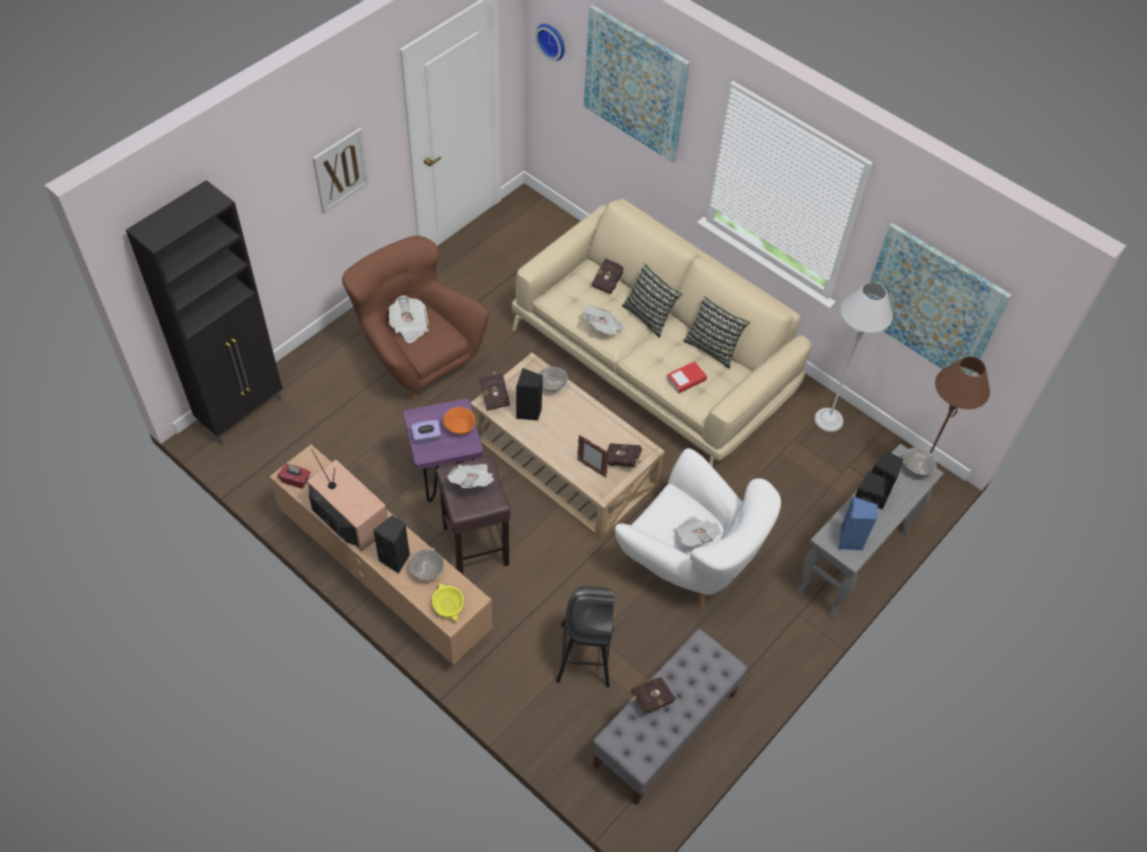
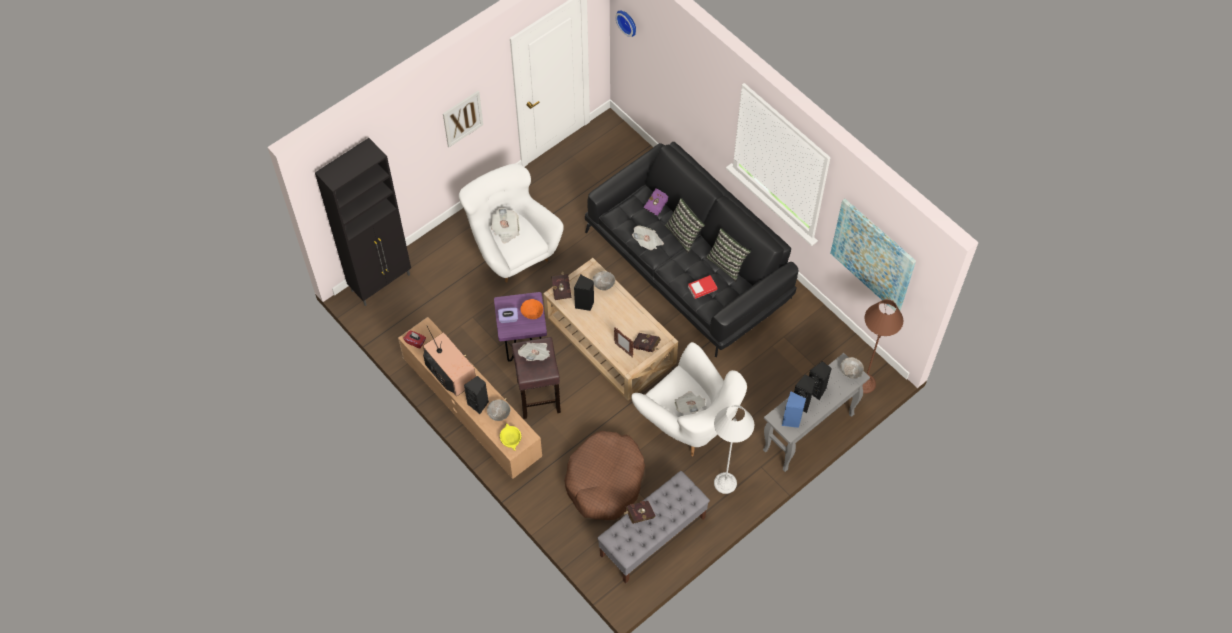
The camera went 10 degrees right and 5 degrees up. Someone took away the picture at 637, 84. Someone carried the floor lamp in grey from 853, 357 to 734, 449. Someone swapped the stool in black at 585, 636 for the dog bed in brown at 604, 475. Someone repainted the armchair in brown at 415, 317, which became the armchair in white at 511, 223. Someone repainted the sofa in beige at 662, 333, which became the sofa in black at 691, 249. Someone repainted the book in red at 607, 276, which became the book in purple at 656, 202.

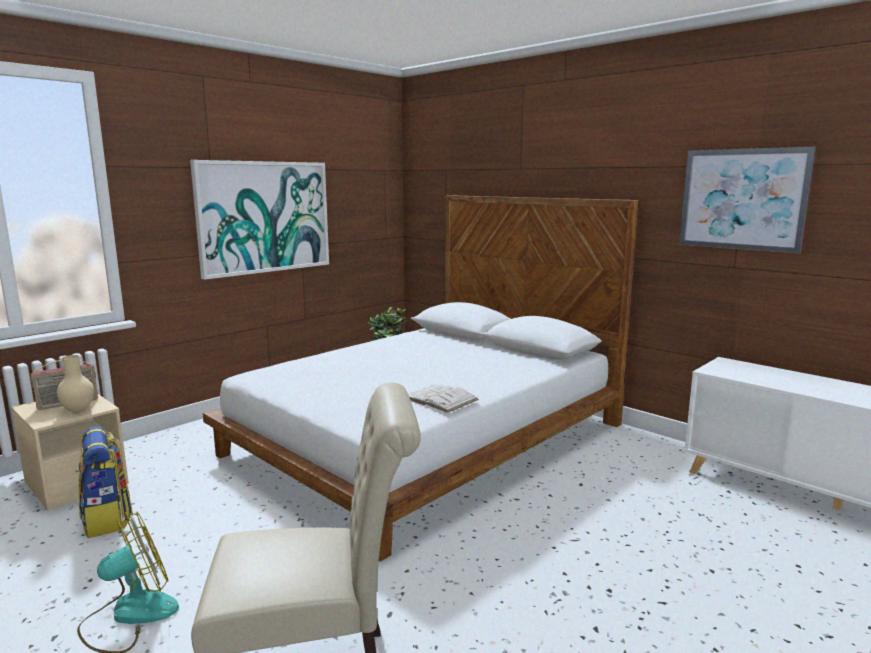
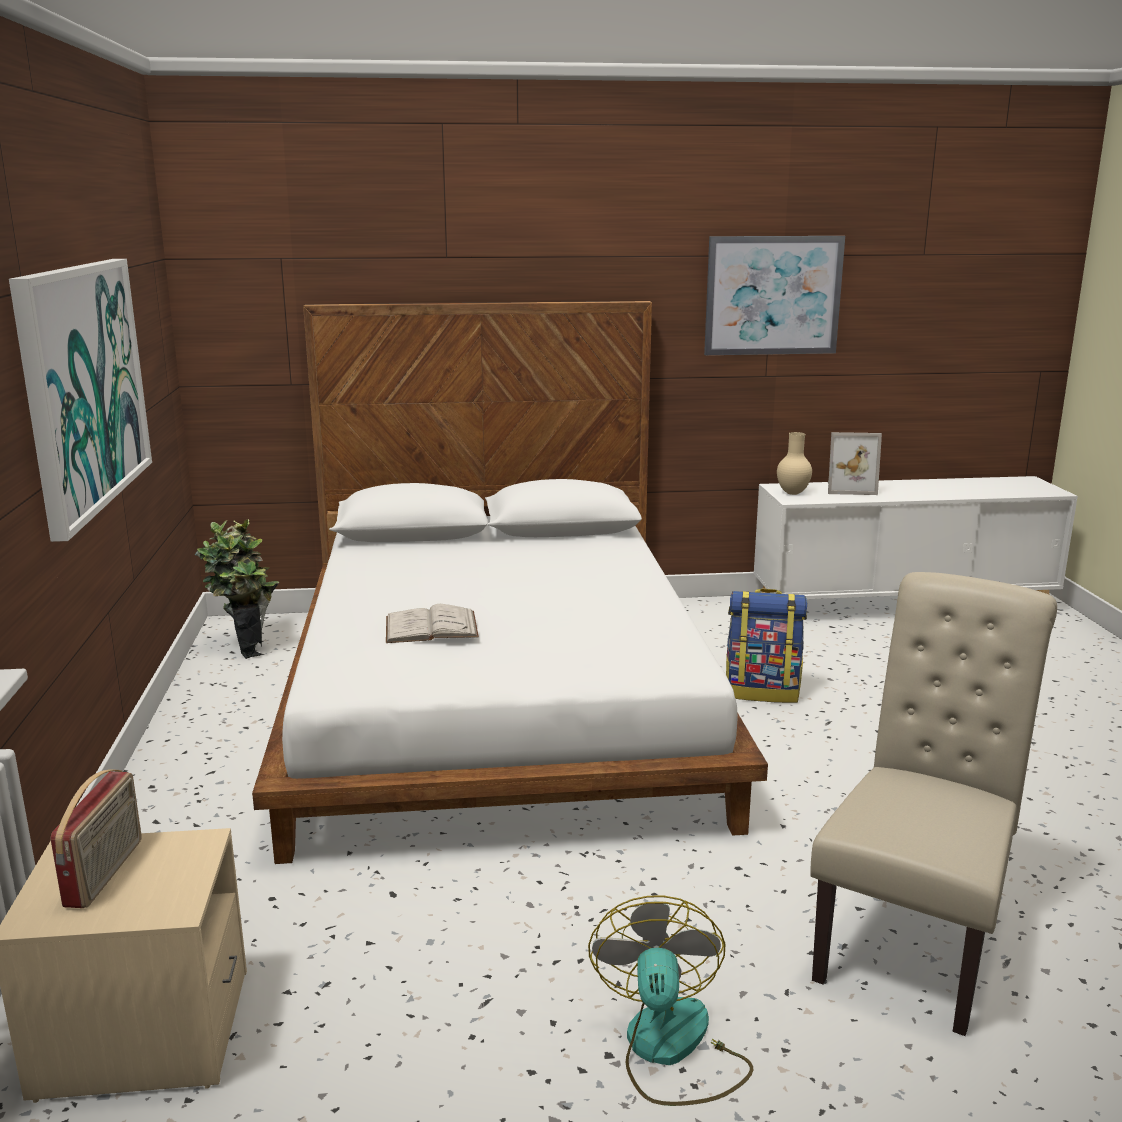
The camera went 50 degrees left and 5 degrees up. Someone put down the picture frame at 855, 463. Someone carried the vase in beige from 75, 383 to 794, 463. Someone carried the backpack from 105, 482 to 766, 646. Someone carried the book in white from 443, 399 to 432, 623.

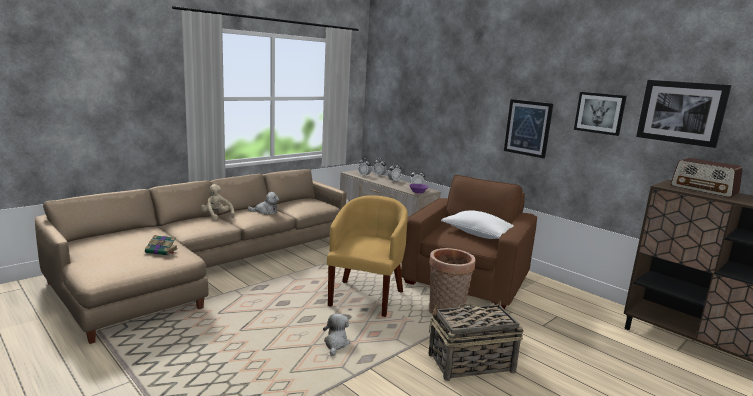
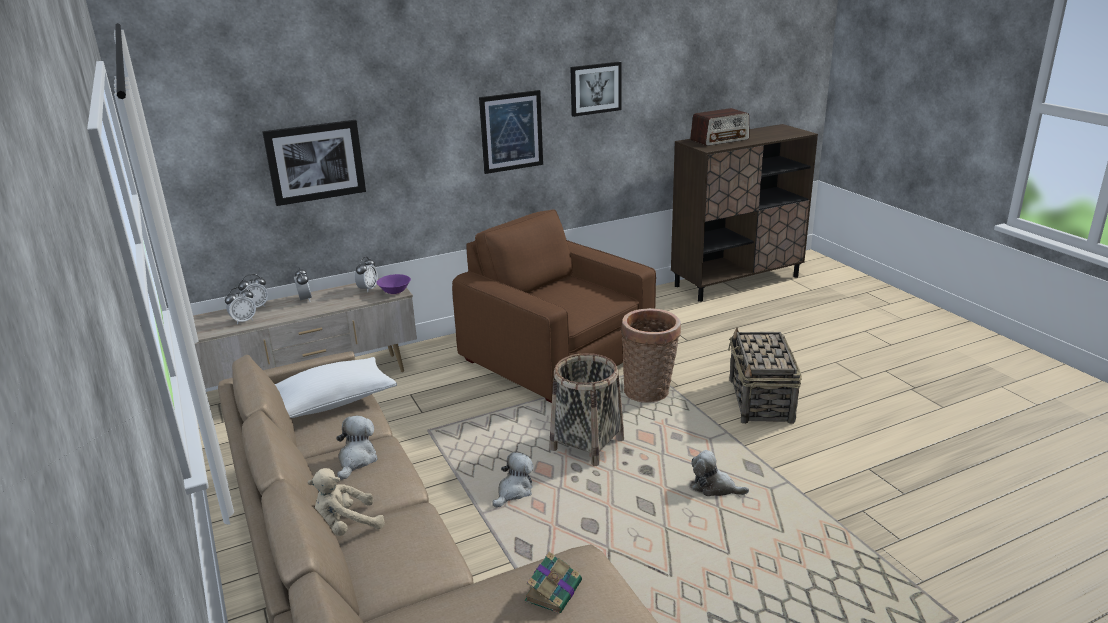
The camera went 70 degrees left and 10 degrees up. Someone put down the plush toy at 513, 480. Someone carried the pillow in white from 477, 224 to 336, 387. Someone carried the picture from 683, 114 to 314, 163. Someone swapped the armchair in yellow at 367, 256 for the basket at 587, 409.

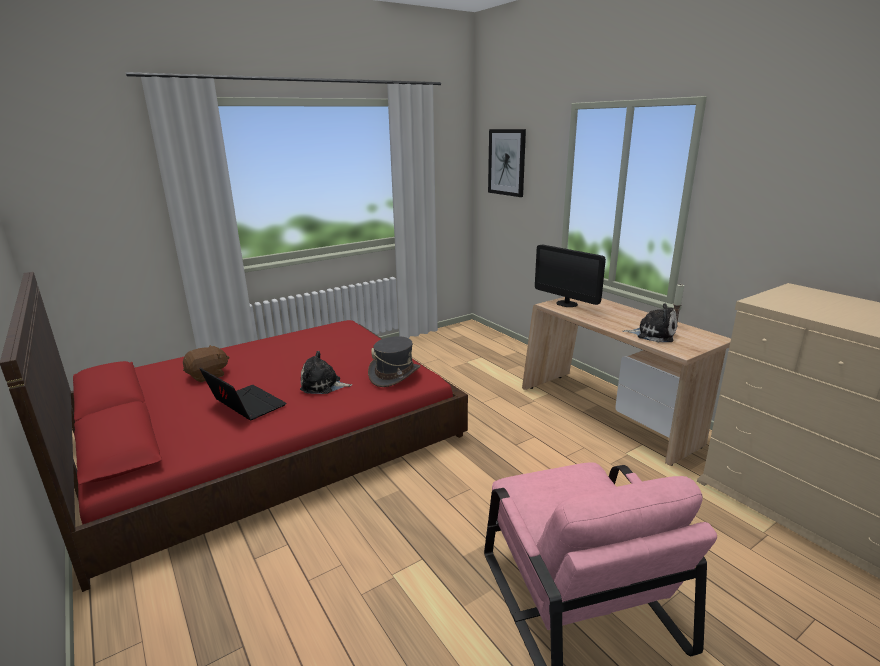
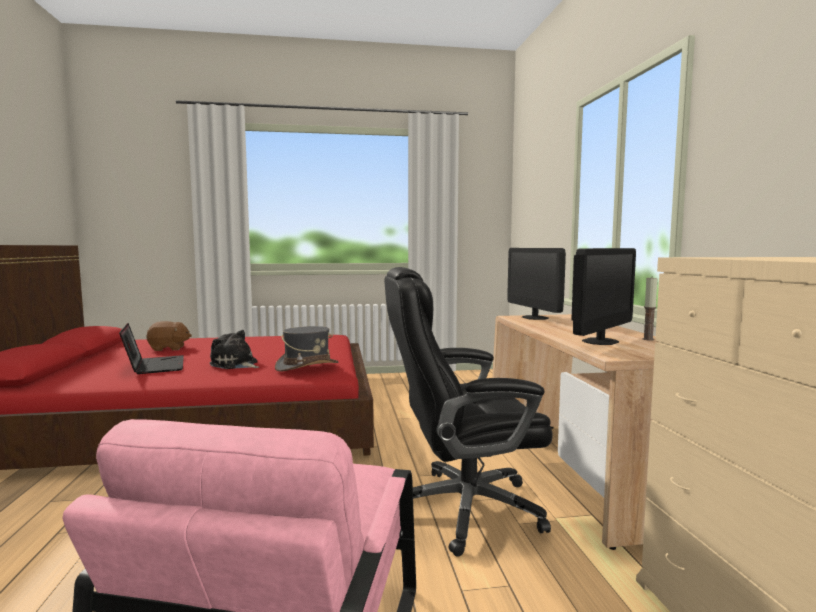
The camera went 25 degrees right and 15 degrees down. Someone took away the picture at 507, 163. Someone put down the office chair in black at 468, 412. Someone swapped the plush toy at 649, 323 for the monitor at 603, 296.

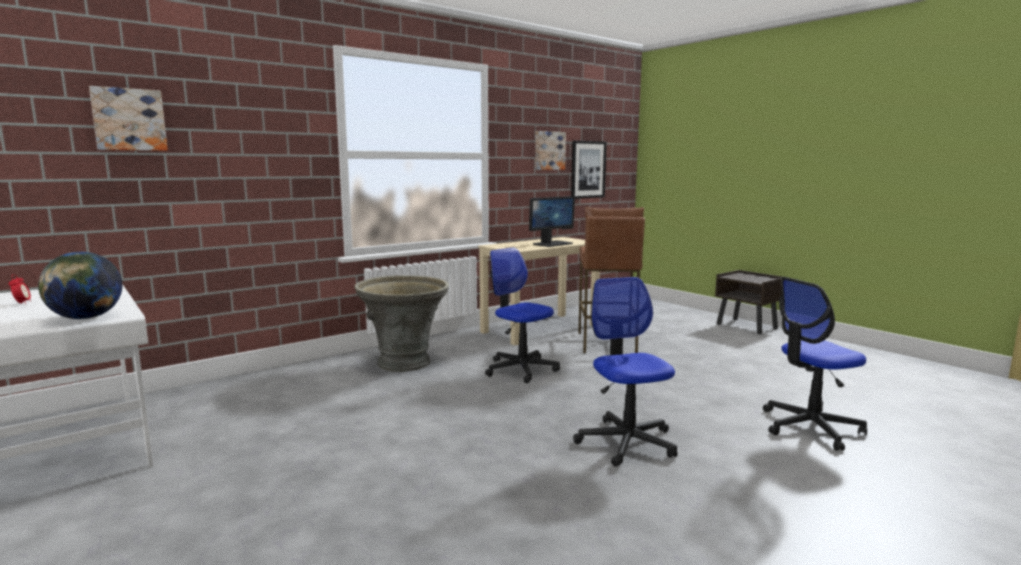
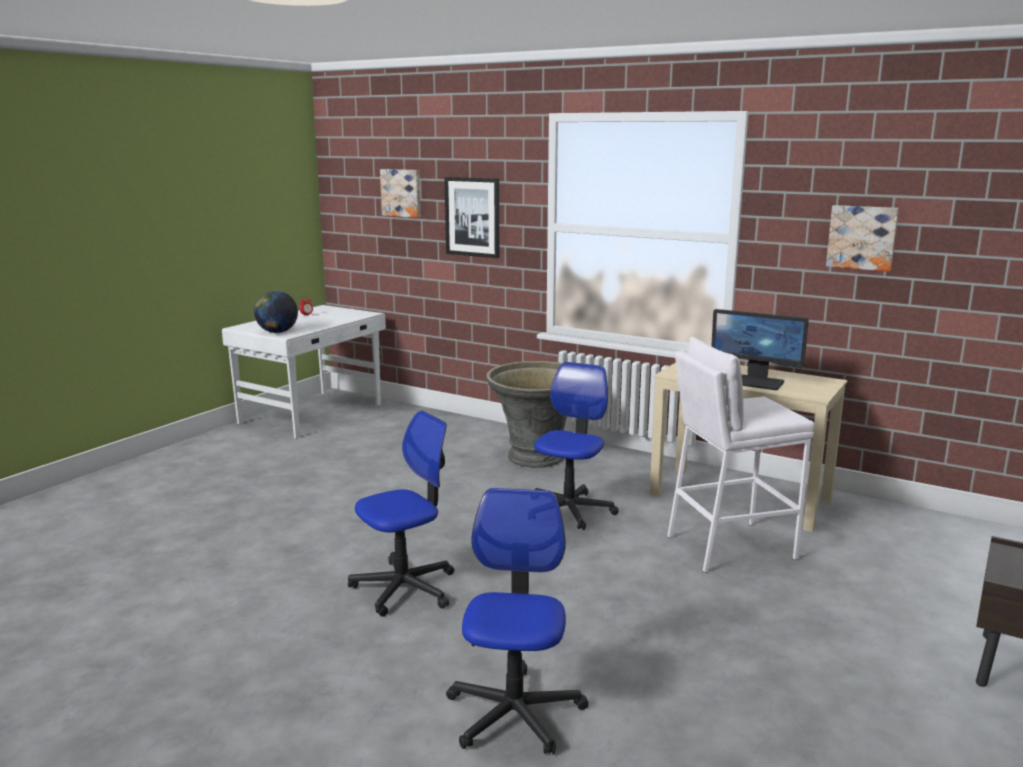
The camera went 70 degrees right and 5 degrees up. Someone carried the picture from 589, 169 to 471, 217. Someone repainted the stool in brown at 611, 280, which became the stool in white at 740, 455. Someone rotated the office chair at 815, 364 by 45 degrees clockwise.

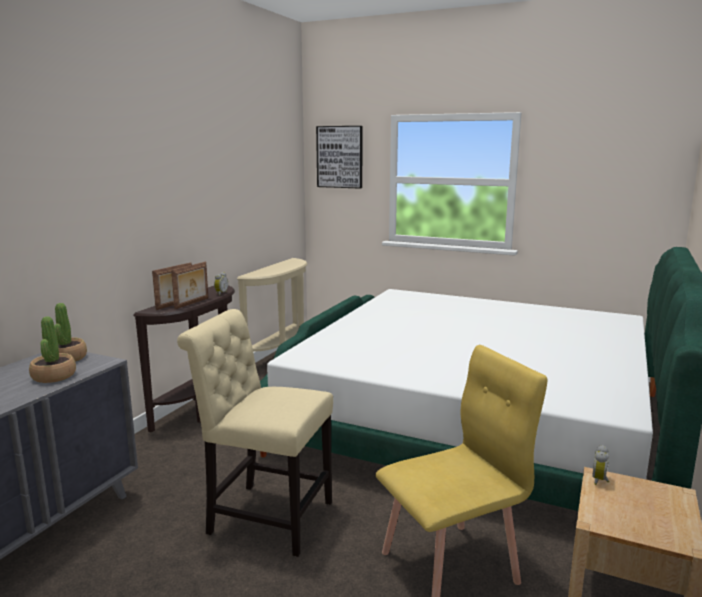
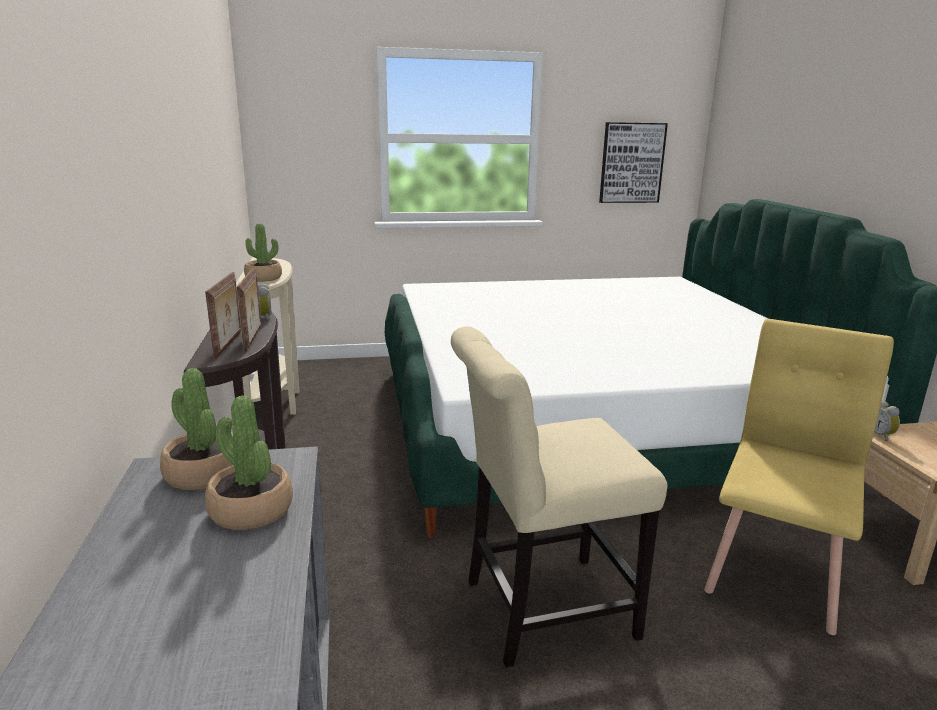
The camera went 35 degrees left and 5 degrees up. Someone put down the potted plant at 263, 252. Someone carried the picture from 339, 157 to 633, 162.

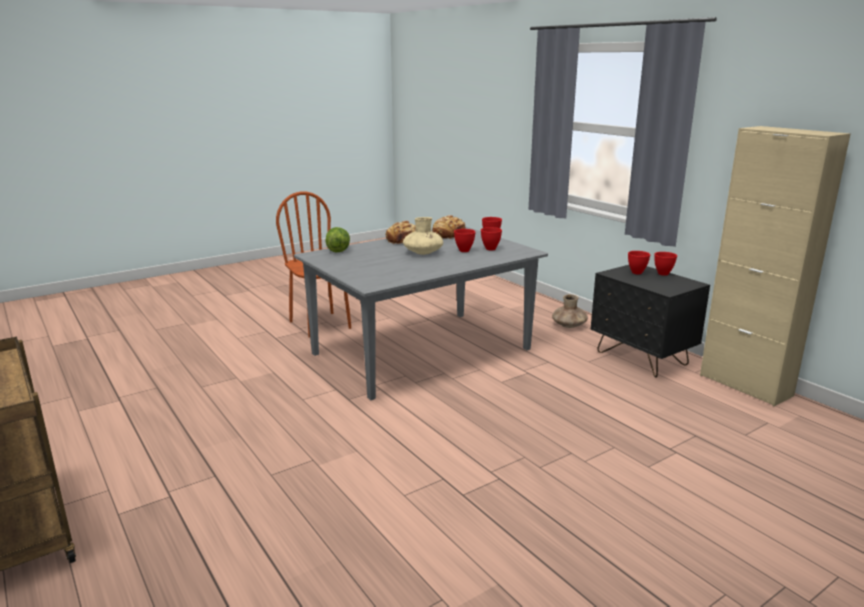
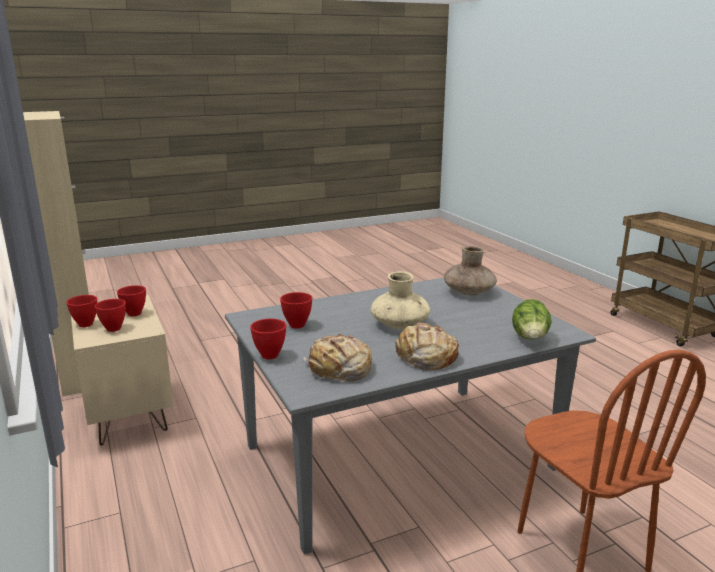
The camera went 170 degrees left and 0 degrees up. Someone carried the bowl in red from 464, 240 to 131, 300. Someone carried the vase in brown from 570, 311 to 470, 270. Someone repainted the nightstand in black at 650, 321, which became the nightstand in beige at 122, 370.

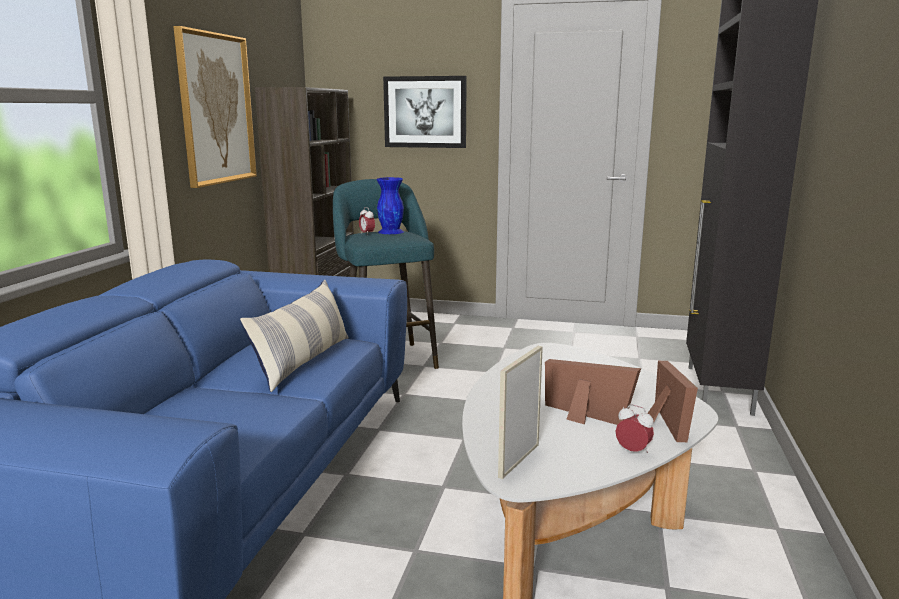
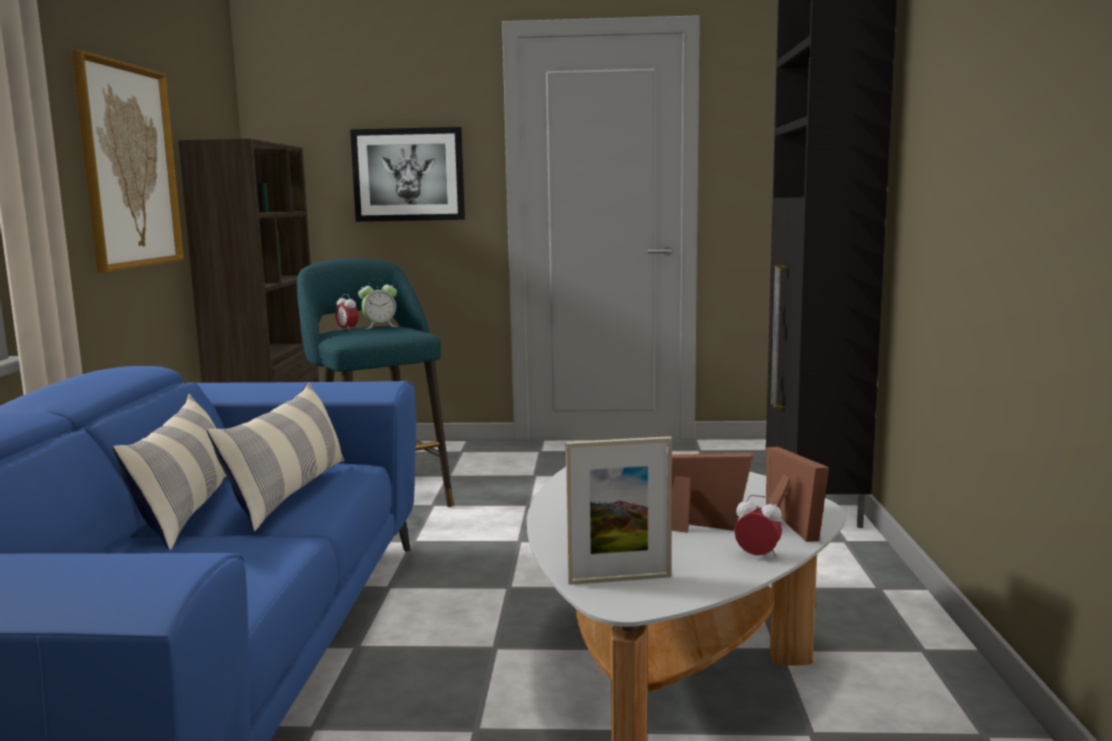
The camera went 10 degrees left and 5 degrees down. Someone put down the pillow at 169, 472. Someone swapped the vase in blue at 390, 205 for the alarm clock at 378, 304. Someone rotated the picture frame at 520, 412 by 120 degrees counterclockwise.

